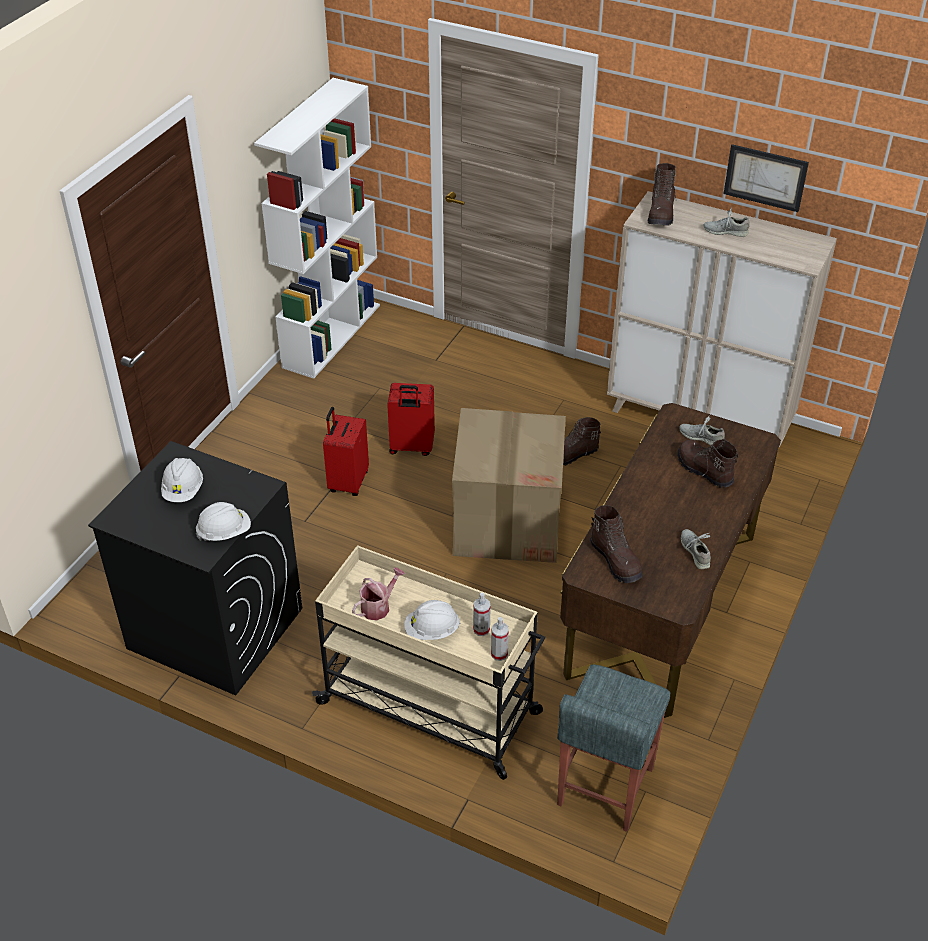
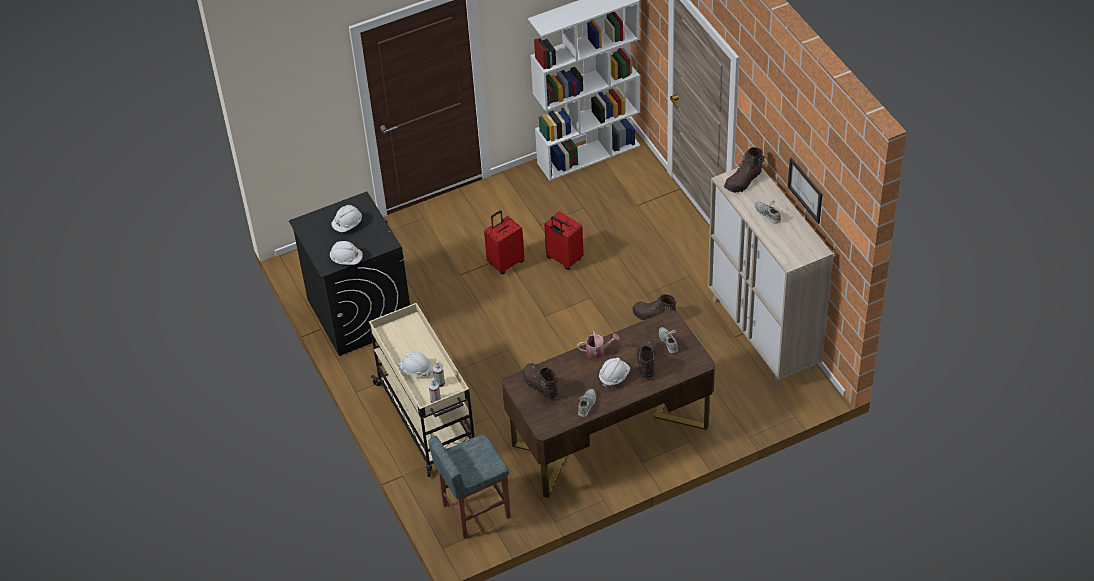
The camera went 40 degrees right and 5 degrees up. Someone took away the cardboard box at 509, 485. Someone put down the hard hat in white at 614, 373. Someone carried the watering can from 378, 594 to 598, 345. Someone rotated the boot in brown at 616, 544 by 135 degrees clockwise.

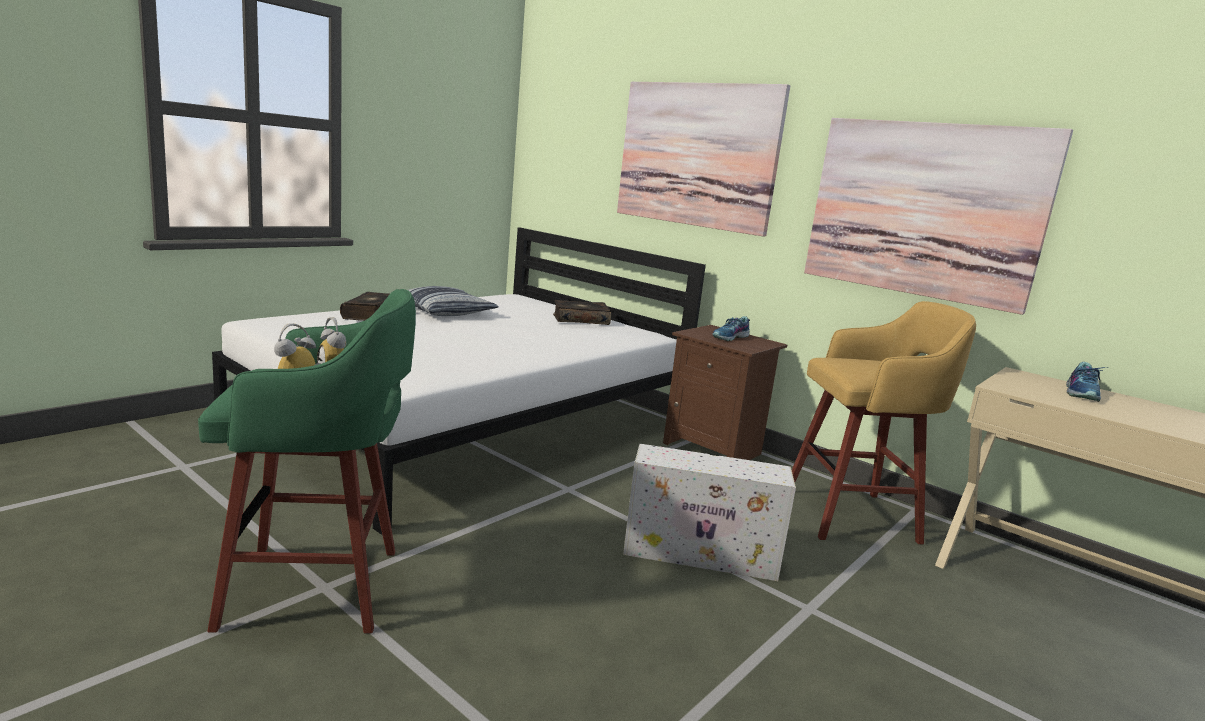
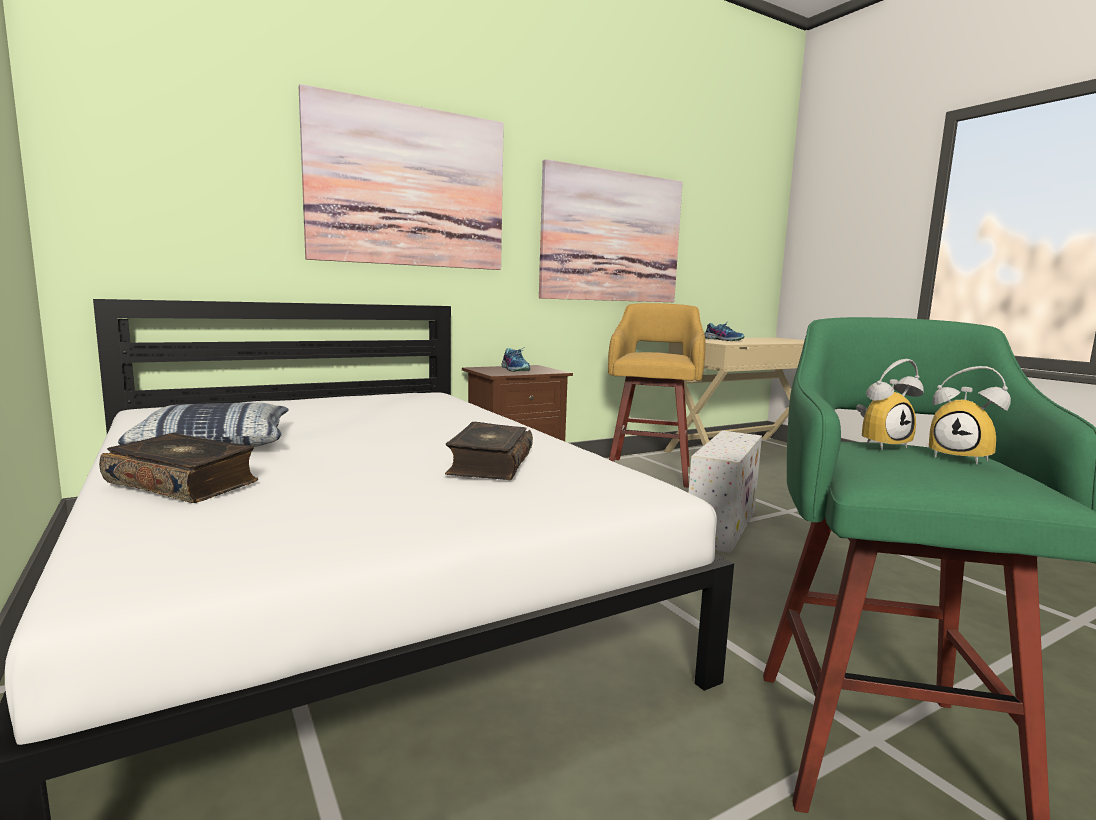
The camera went 70 degrees left and 5 degrees down. Someone carried the book from 582, 312 to 489, 451.

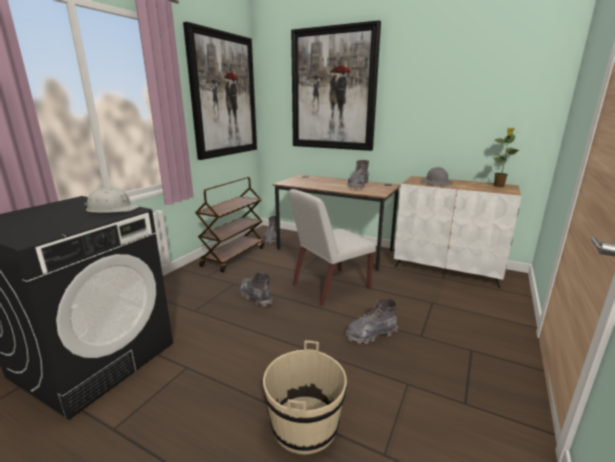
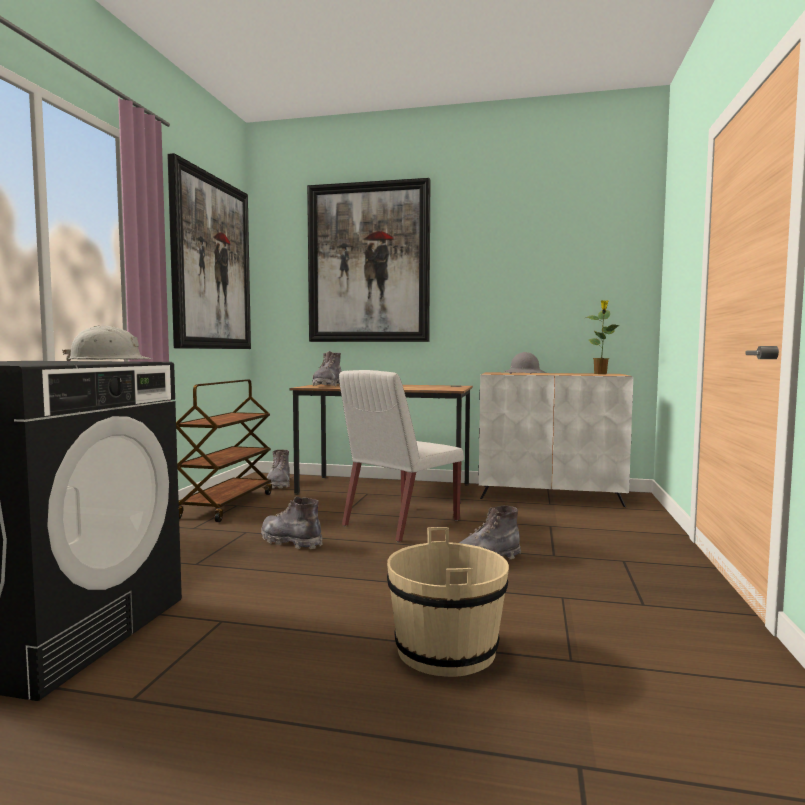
The camera went 15 degrees left and 15 degrees down. Someone carried the boot in grey from 358, 174 to 327, 368.

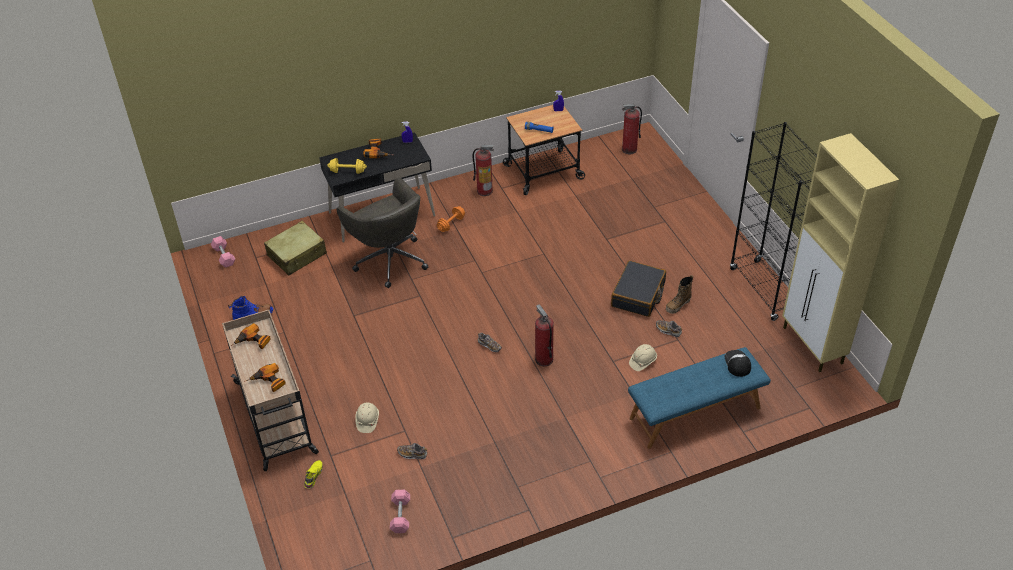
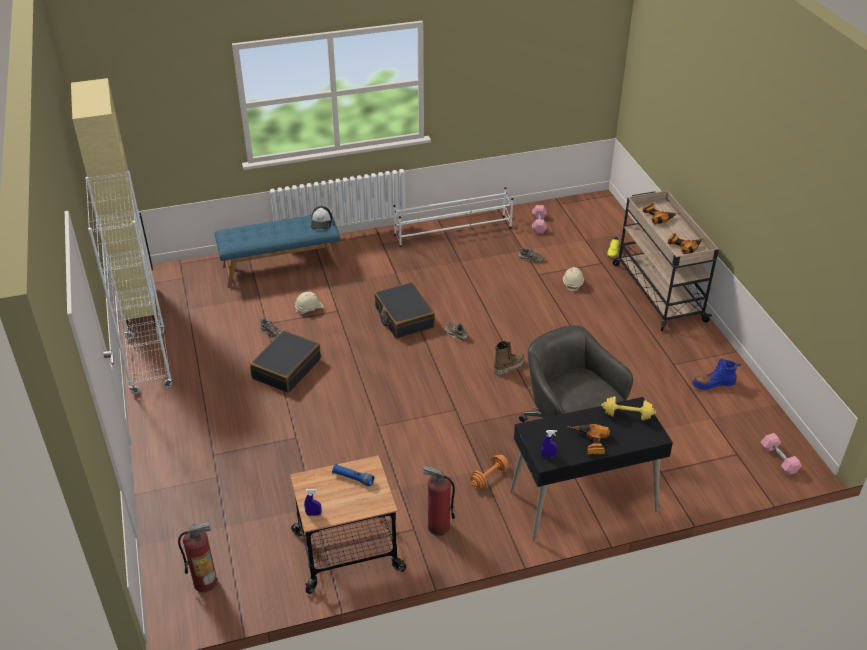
The camera went 175 degrees left and 5 degrees down. Someone took away the suitcase in beige at 295, 248. Someone put down the shoe rack in white at 453, 217. Someone carried the boot from 679, 294 to 509, 358. Someone carried the cap from 737, 363 to 321, 217. Someone swapped the fire extinguisher at 544, 335 for the suitcase in black at 404, 310. Someone repainted the bookcase in black at 773, 221, which became the bookcase in white at 129, 282.

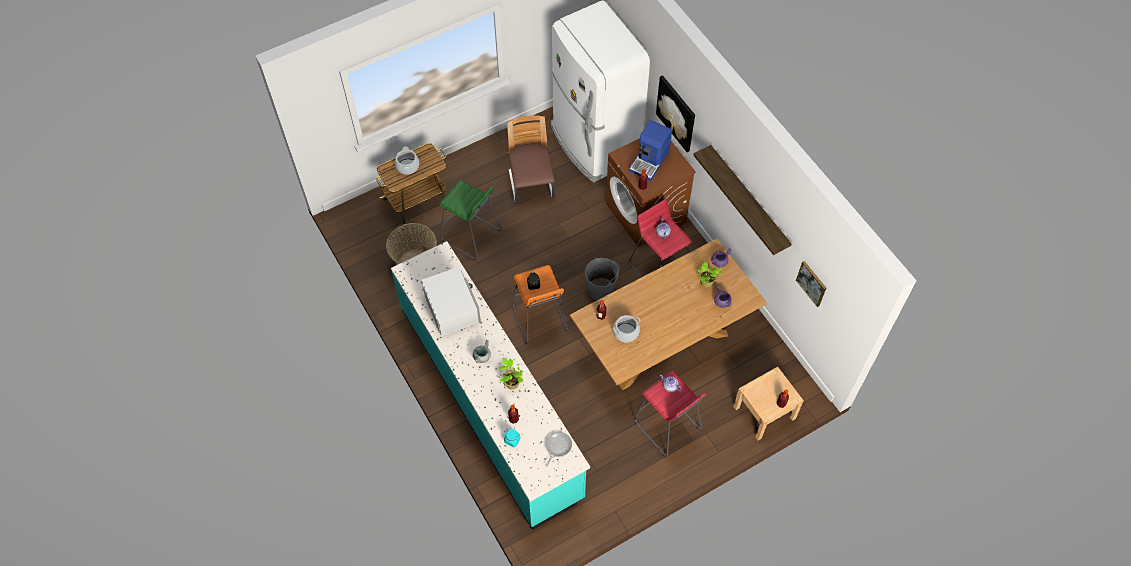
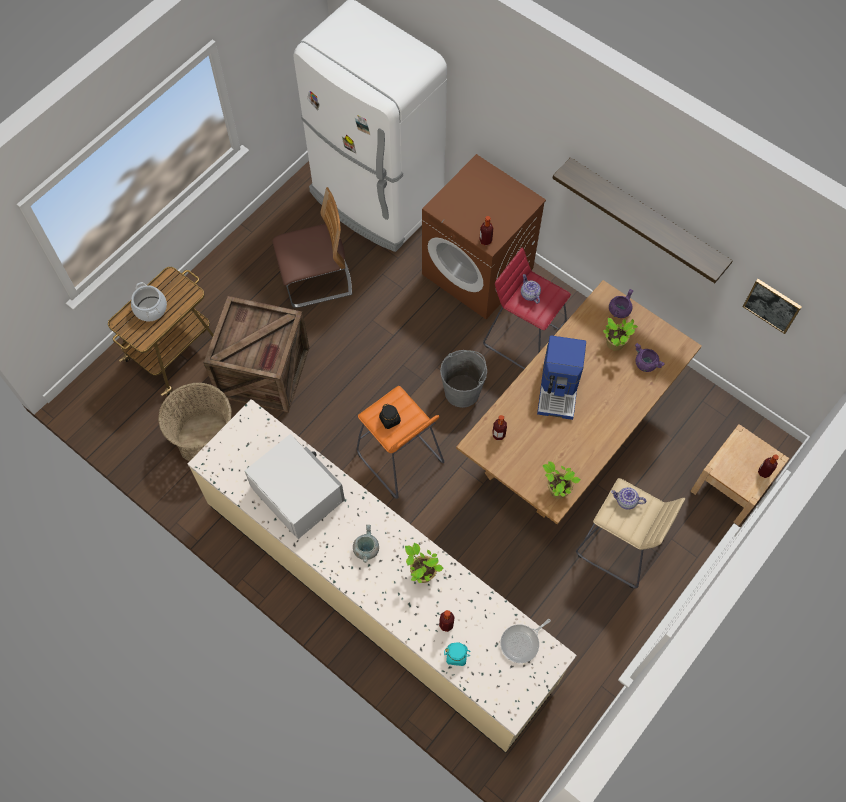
The camera went 20 degrees left and 5 degrees up. Someone took away the cooking pot at 626, 328. Someone took away the picture at 675, 113. Someone put down the potted plant at 562, 480. Someone carried the coffee machine from 650, 150 to 561, 377. Someone swapped the stool in green at 470, 220 for the crate at 256, 354. Someone repainted the counter in turquoise at 490, 385, which became the counter in beige at 382, 576. Someone repainted the stool in red at 670, 414, which became the stool in beige at 630, 533. Someone rotated the chair at 531, 159 by 105 degrees clockwise. Someone rotated the frying pan at 558, 449 by 135 degrees counterclockwise.

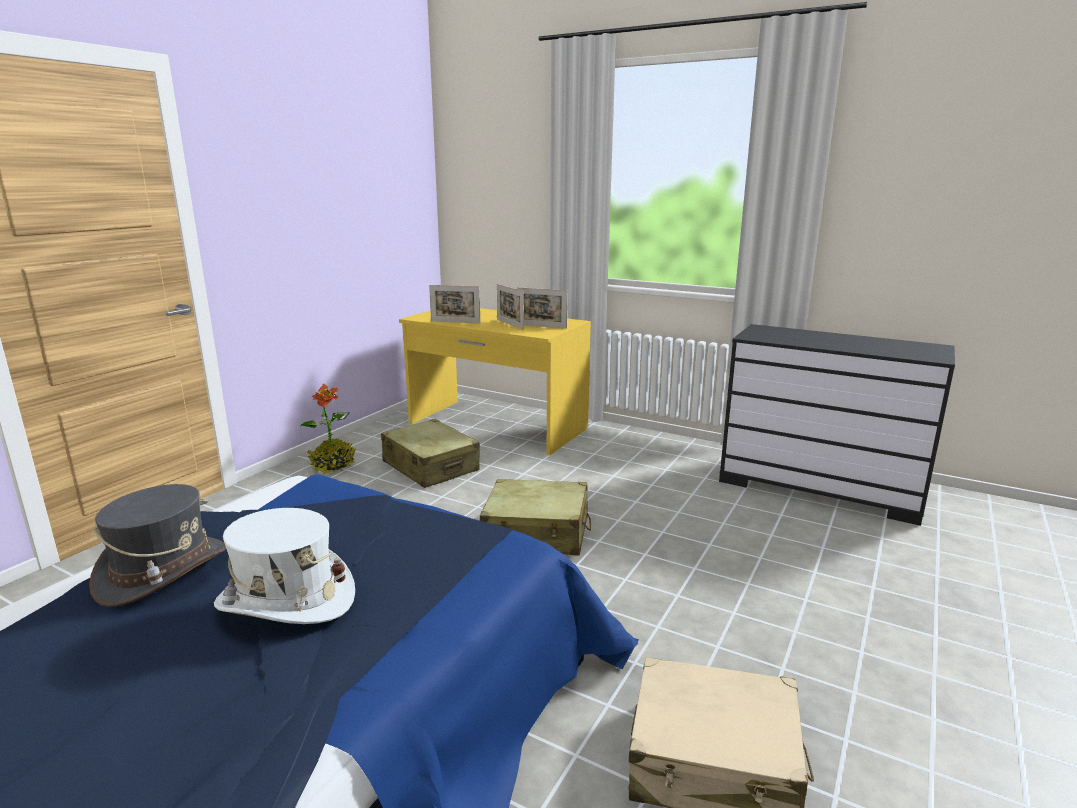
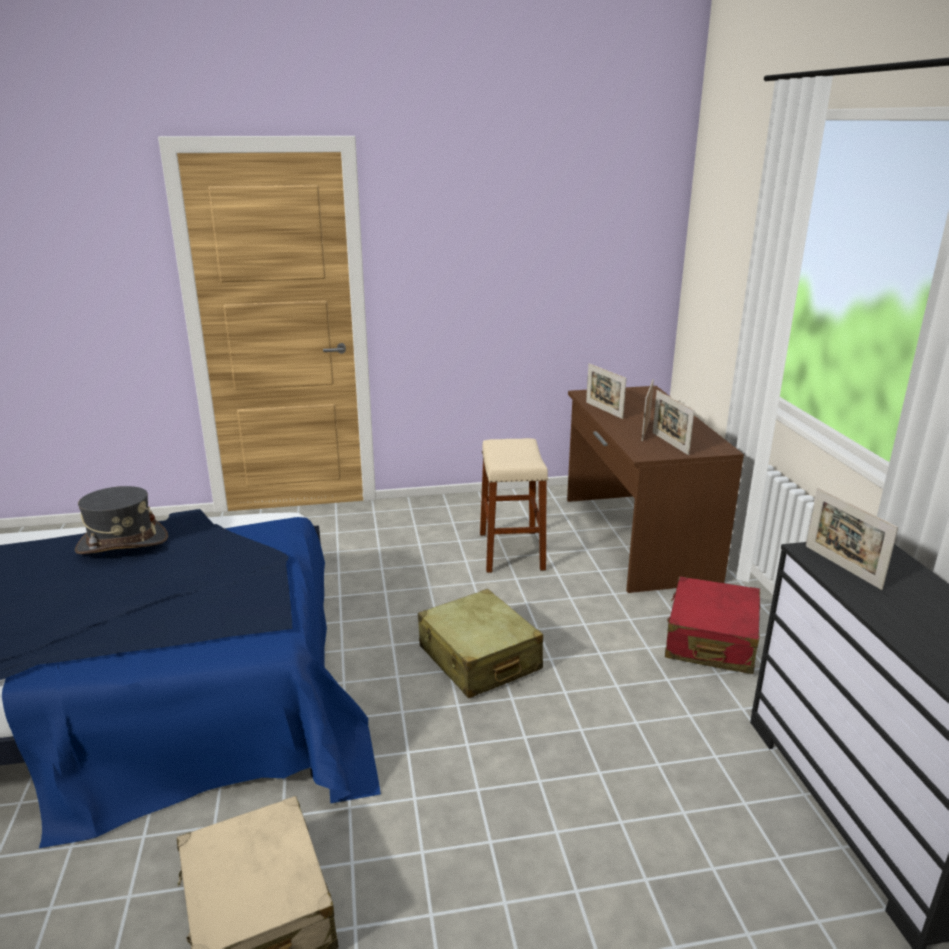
The camera went 50 degrees right and 5 degrees up. Someone took away the hat in white at 284, 566. Someone took away the potted plant at 328, 429. Someone put down the suitcase in red at 712, 625. Someone put down the picture frame at 852, 539. Someone swapped the suitcase in beige at 430, 453 for the stool in beige at 514, 505. Someone repainted the desk in yellow at 495, 381, which became the desk in brown at 655, 489.

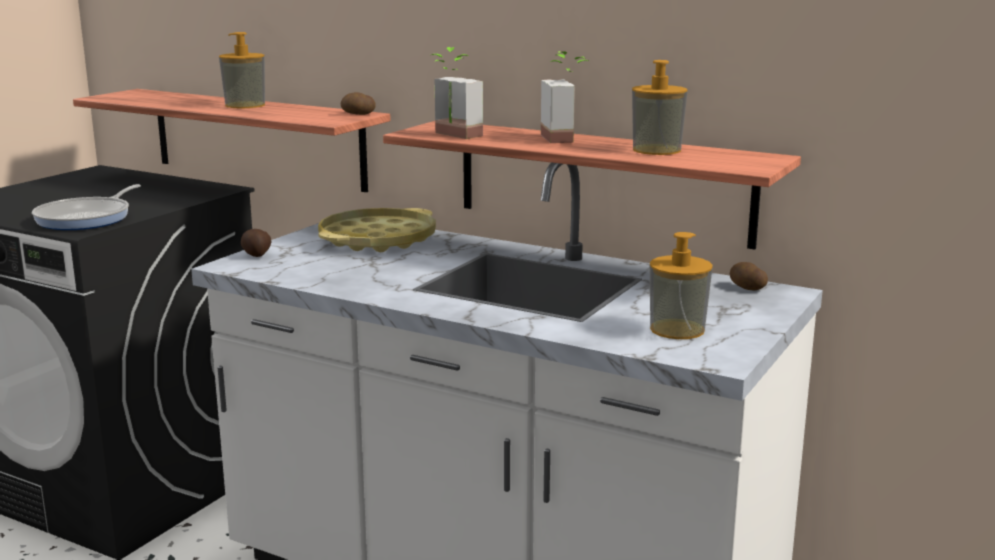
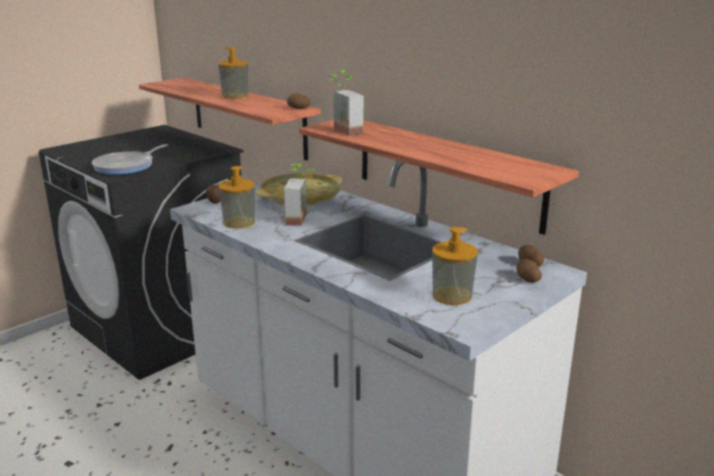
The camera went 15 degrees right and 5 degrees up. Someone put down the potato at 529, 271. Someone carried the potted plant from 564, 97 to 300, 194. Someone carried the soap dispenser from 659, 107 to 237, 197.

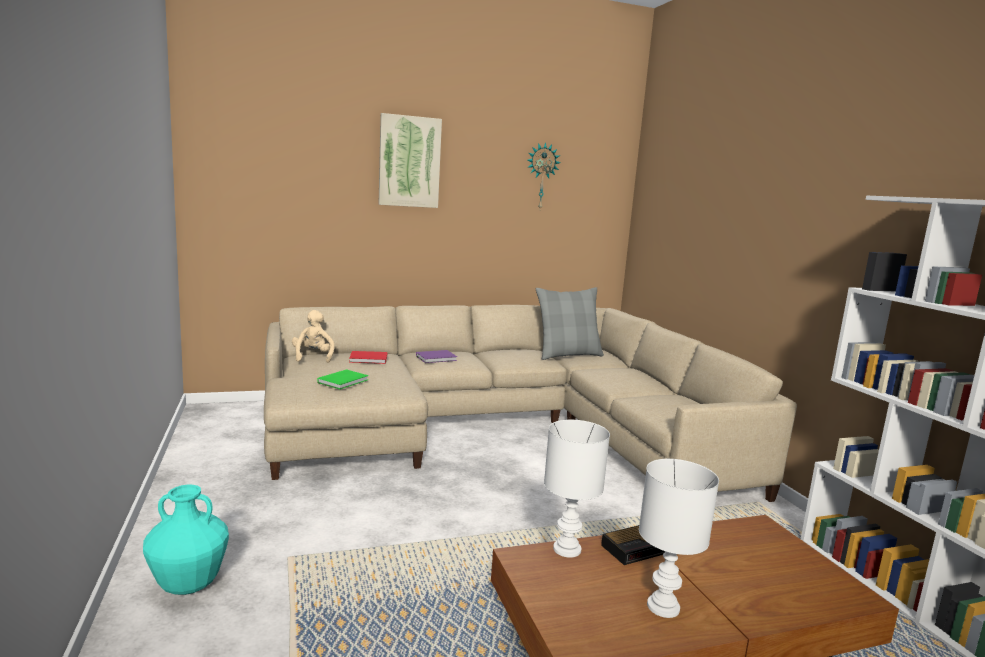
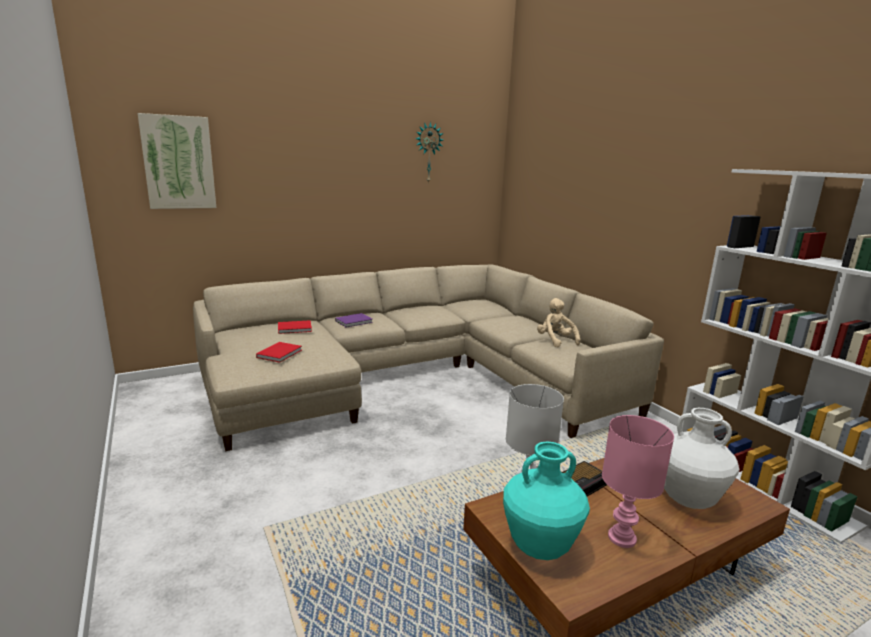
The camera went 10 degrees left and 5 degrees up. Someone took away the pillow in grey at 570, 323. Someone put down the vase in white at 701, 458. Someone carried the vase in turquoise from 186, 540 to 546, 500. Someone carried the plush toy in beige from 313, 336 to 559, 323. Someone carried the picture from 410, 160 to 177, 161. Someone repainted the book in green at 342, 379, which became the book in red at 279, 352. Someone repainted the table lamp in white at 679, 538, which became the table lamp in pink at 638, 481.

